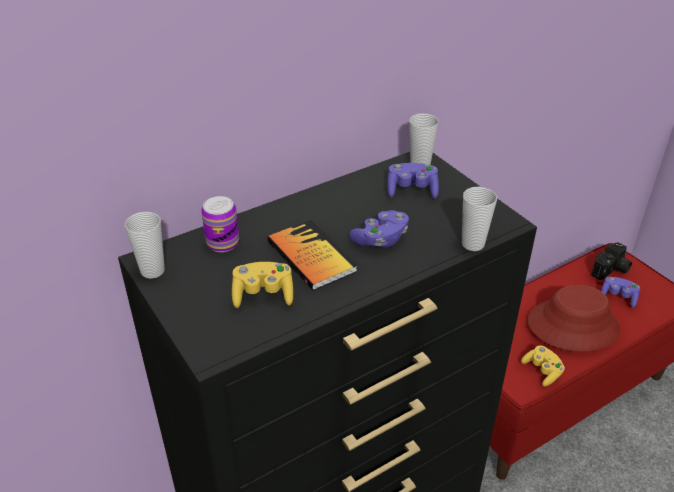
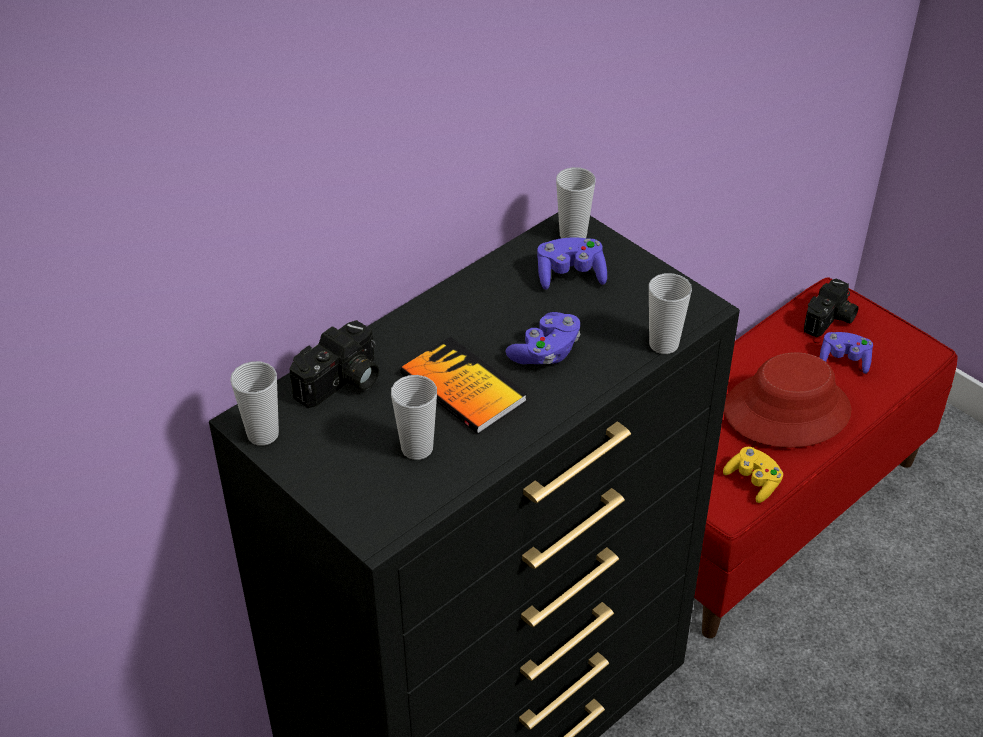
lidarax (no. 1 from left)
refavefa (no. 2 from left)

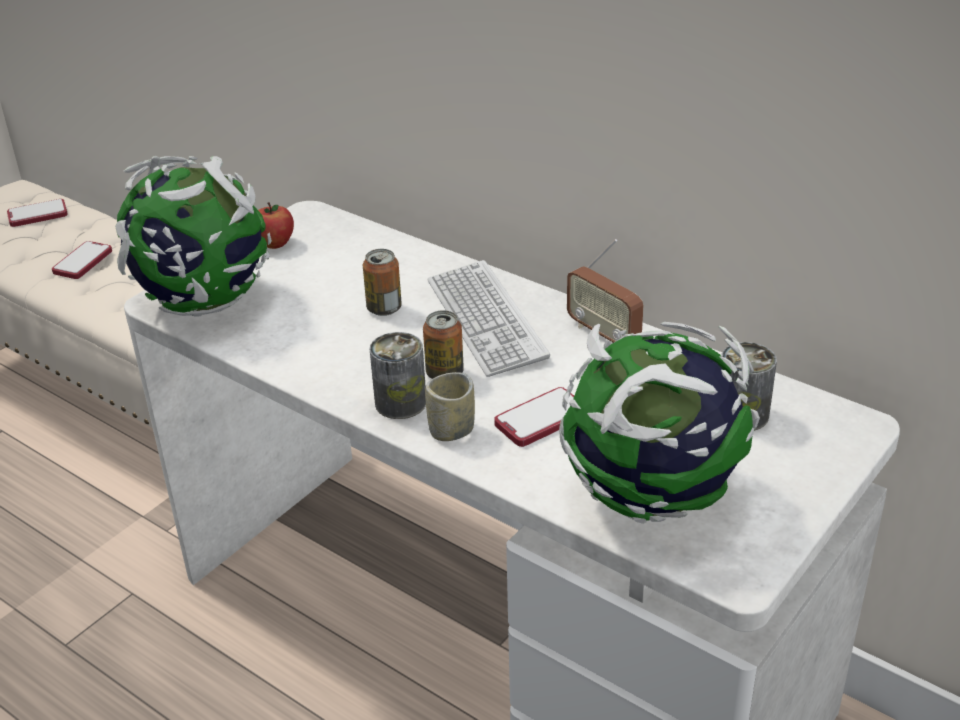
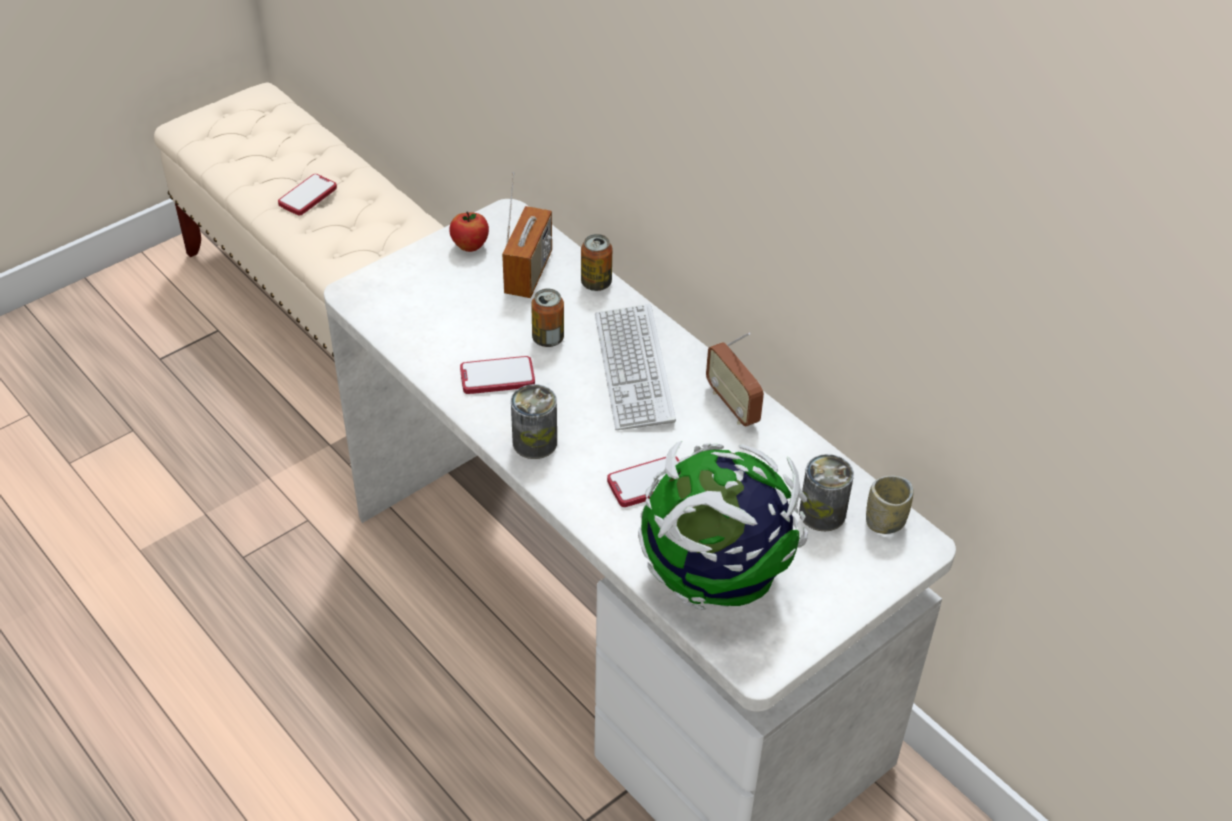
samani (no. 2 from left)
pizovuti (no. 1 from left)
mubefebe (no. 3 from left)
refavefa
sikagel (no. 1 from left in the first image)

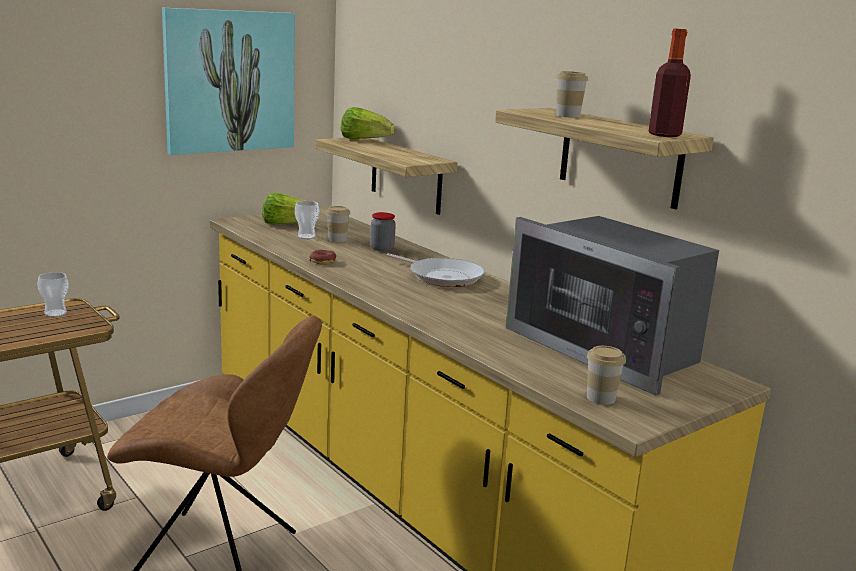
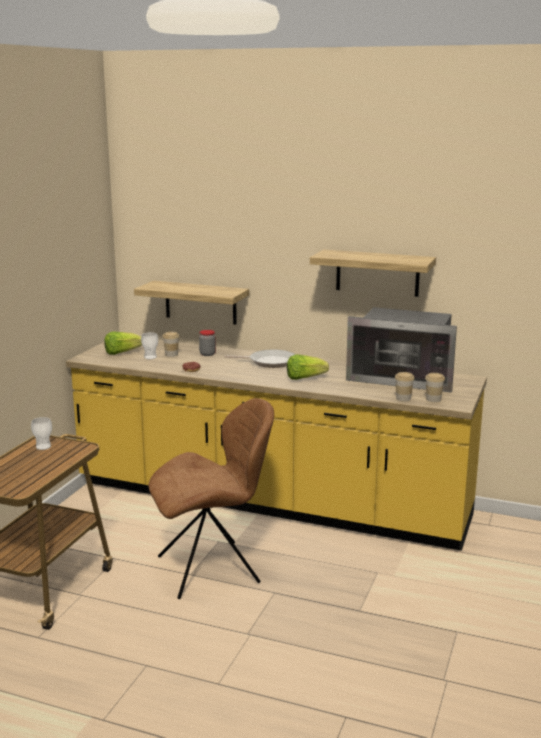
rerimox (no. 2 from left)
refavefa (no. 4 from left)
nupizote
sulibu

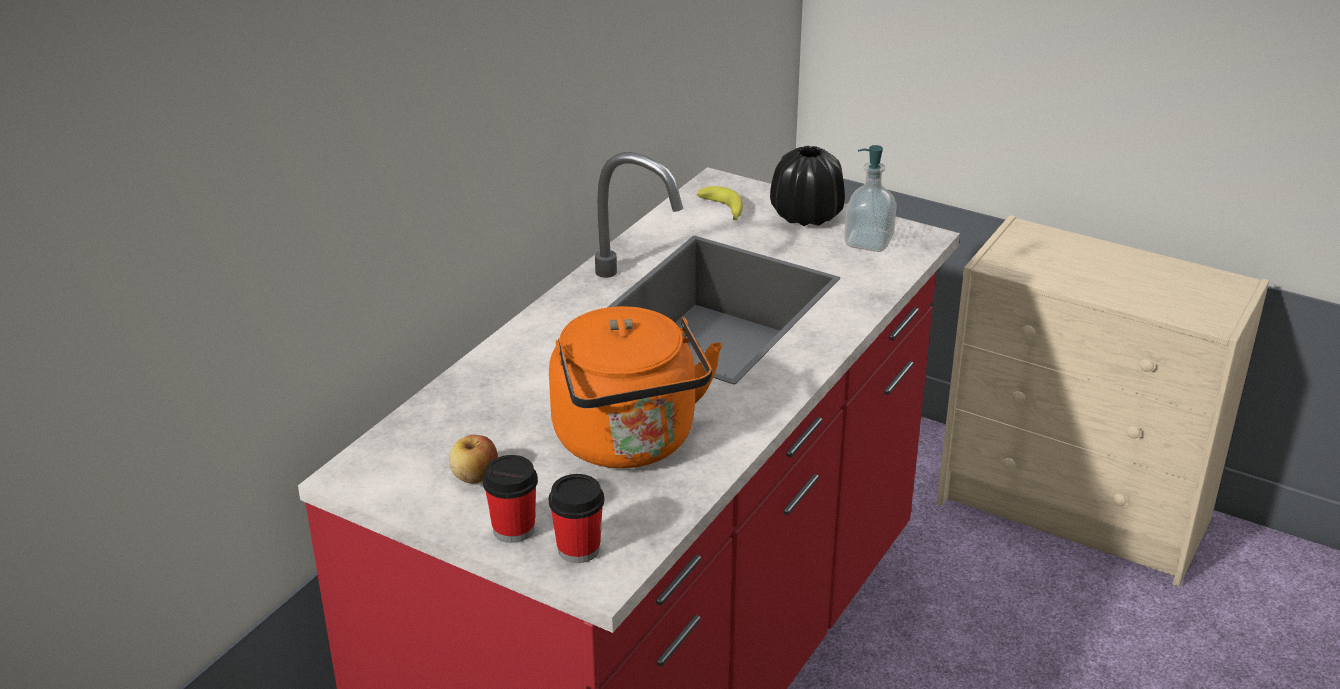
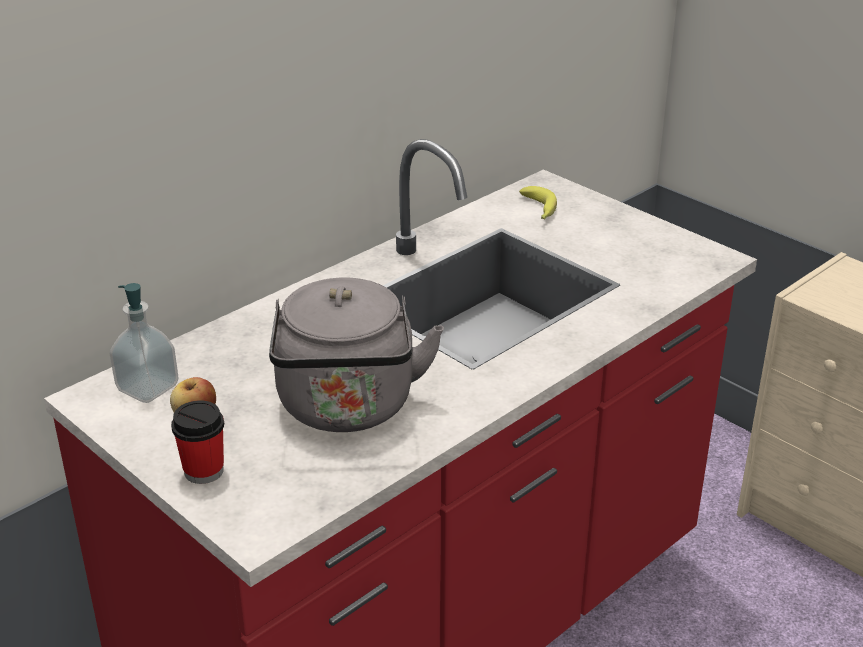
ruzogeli
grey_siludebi
refavefa (no. 2 from left in the first image)
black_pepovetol

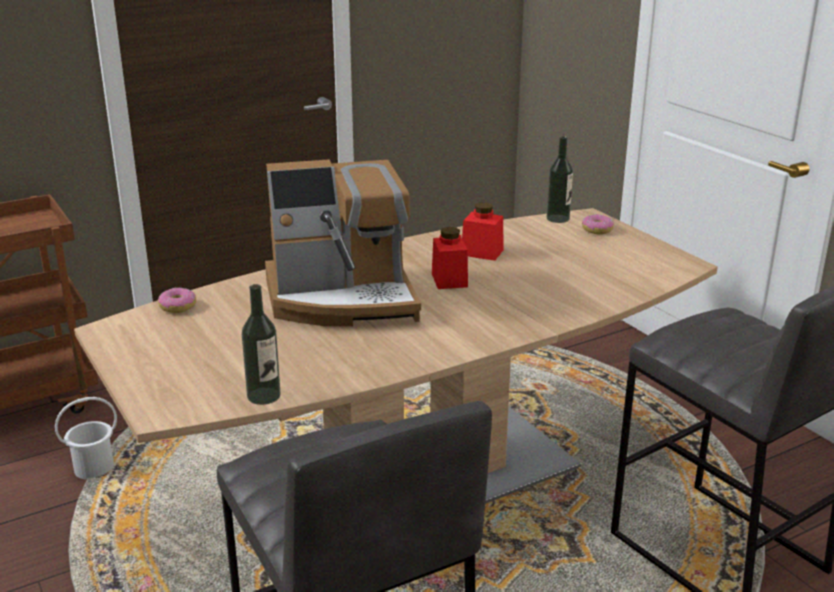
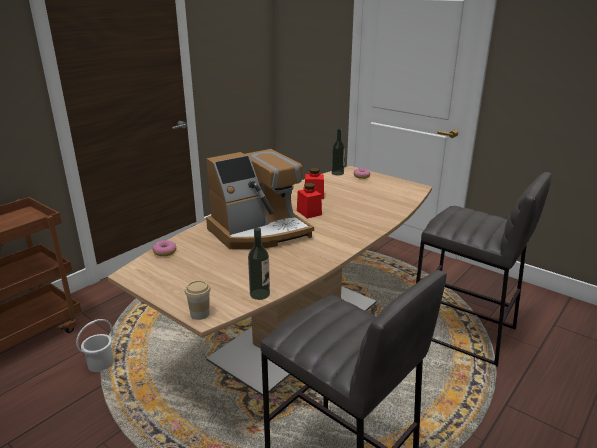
refavefa

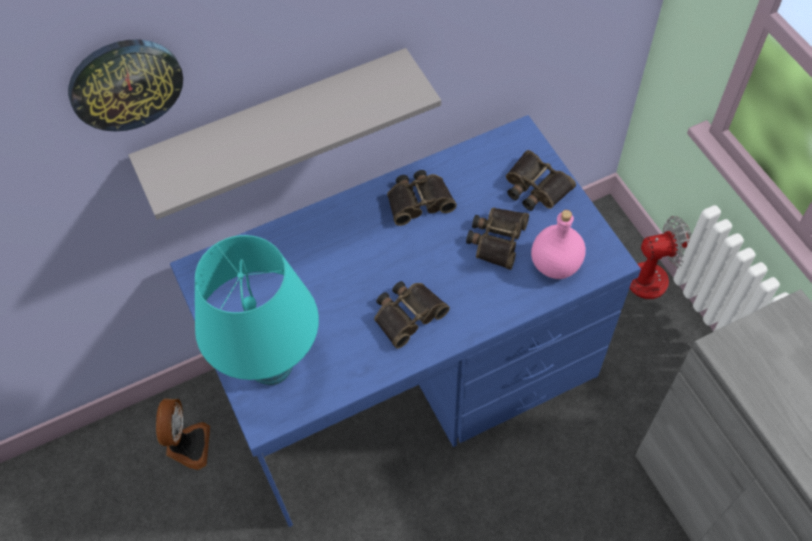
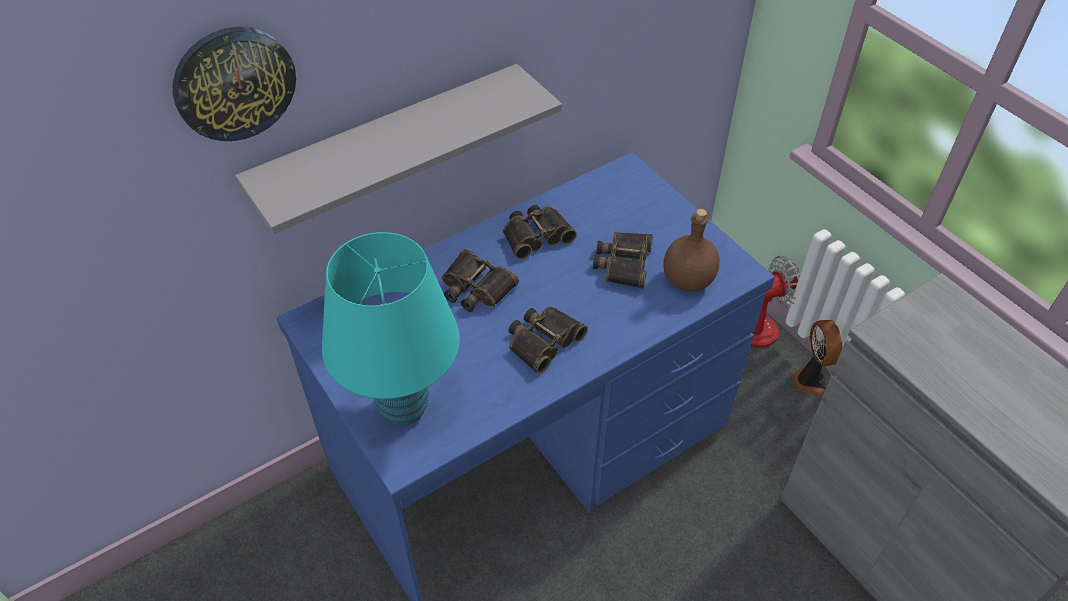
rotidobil (no. 1 from left)
brown_sulibu
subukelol (no. 2 from left)

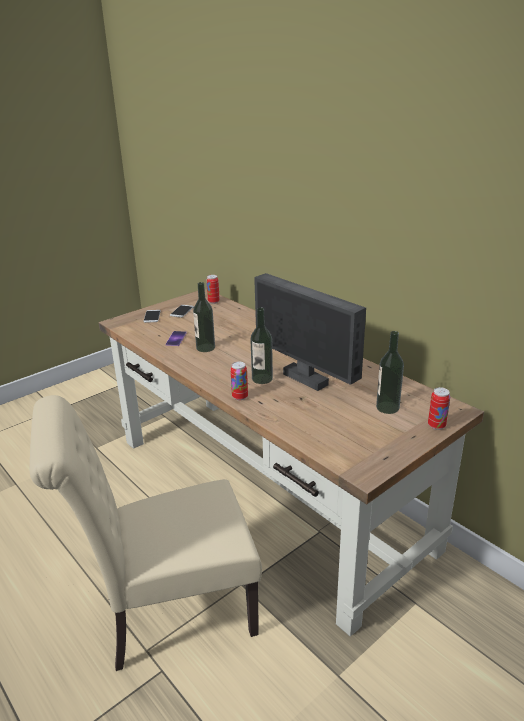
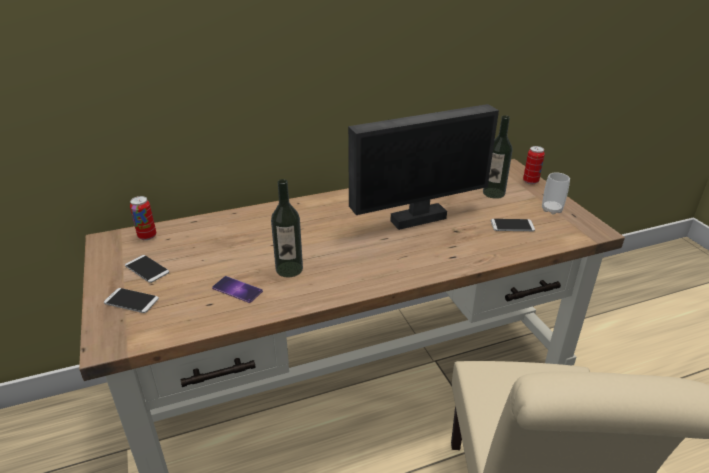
samani (no. 4 from left)
refavefa
mubefebe (no. 2 from left in the first image)
sulibu (no. 2 from left in the first image)

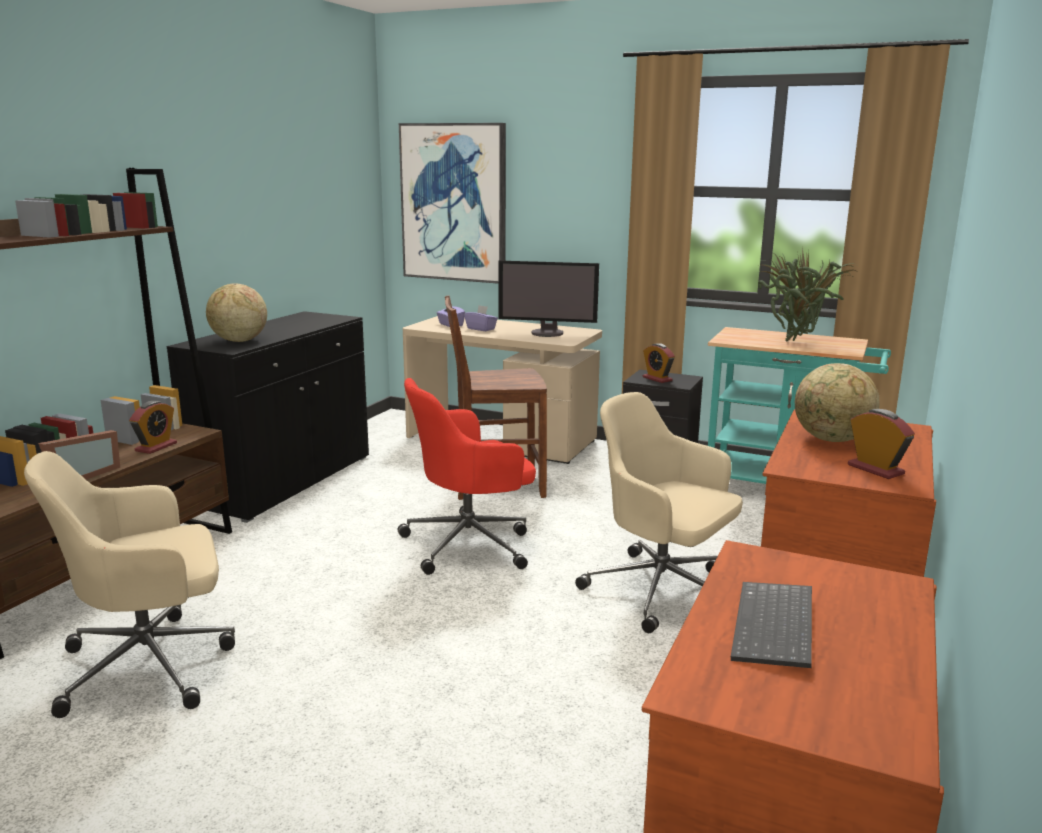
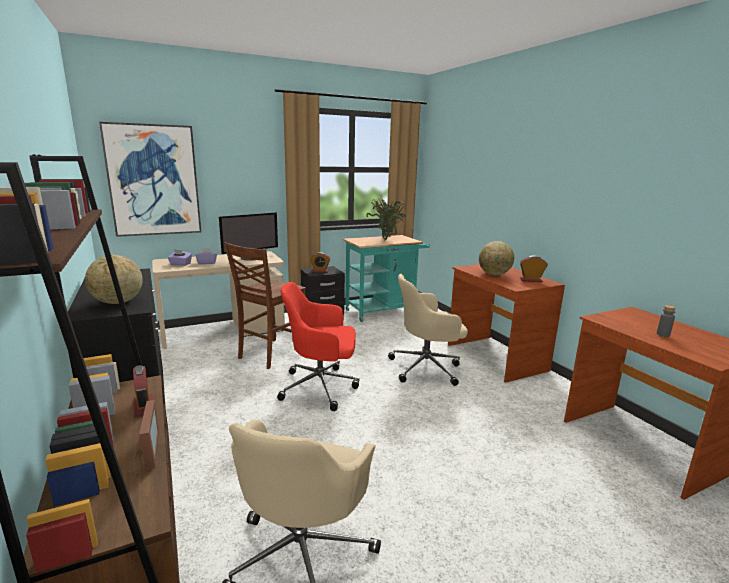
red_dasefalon
grey_sulibu

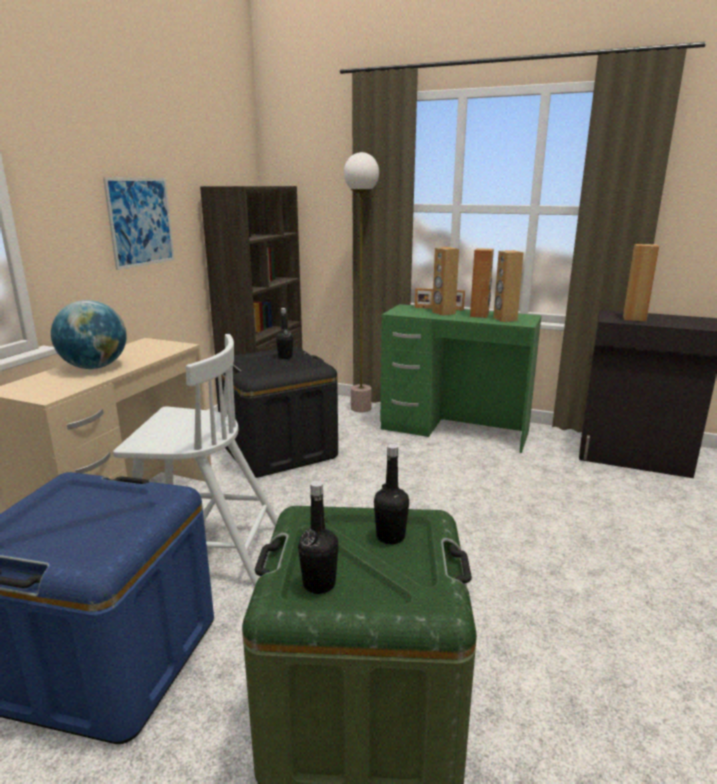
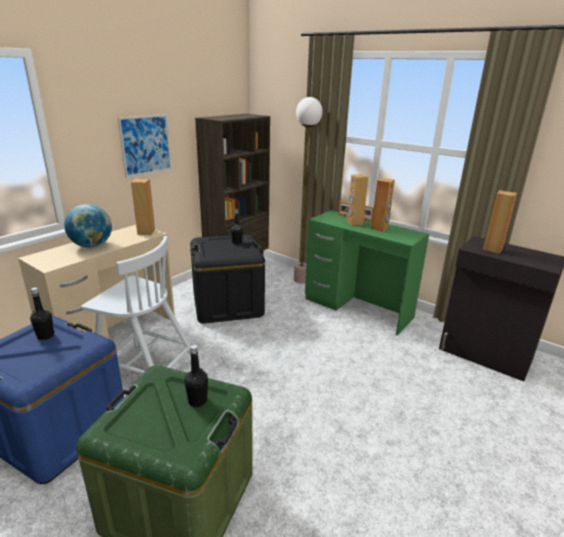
black_sulibu (no. 1 from left)
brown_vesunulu (no. 1 from left)

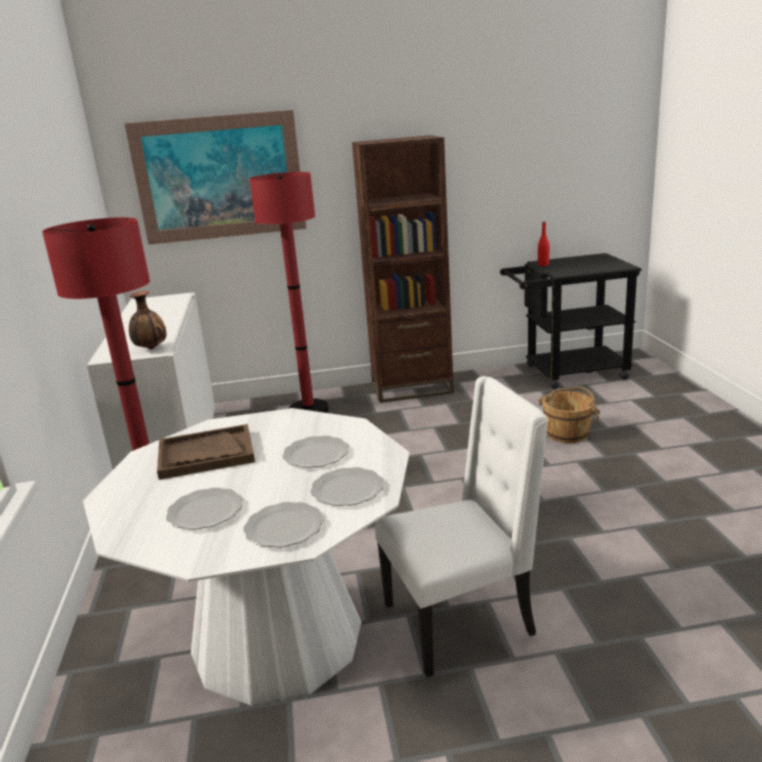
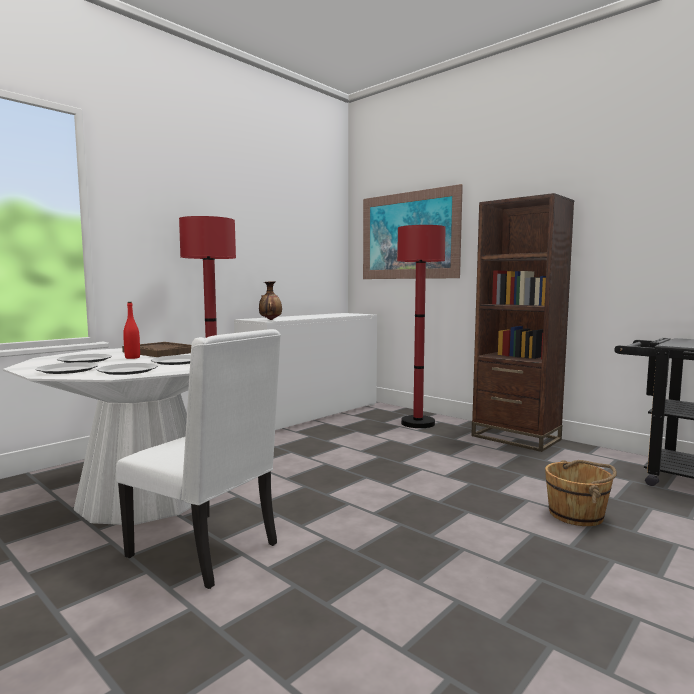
red_sulibu

